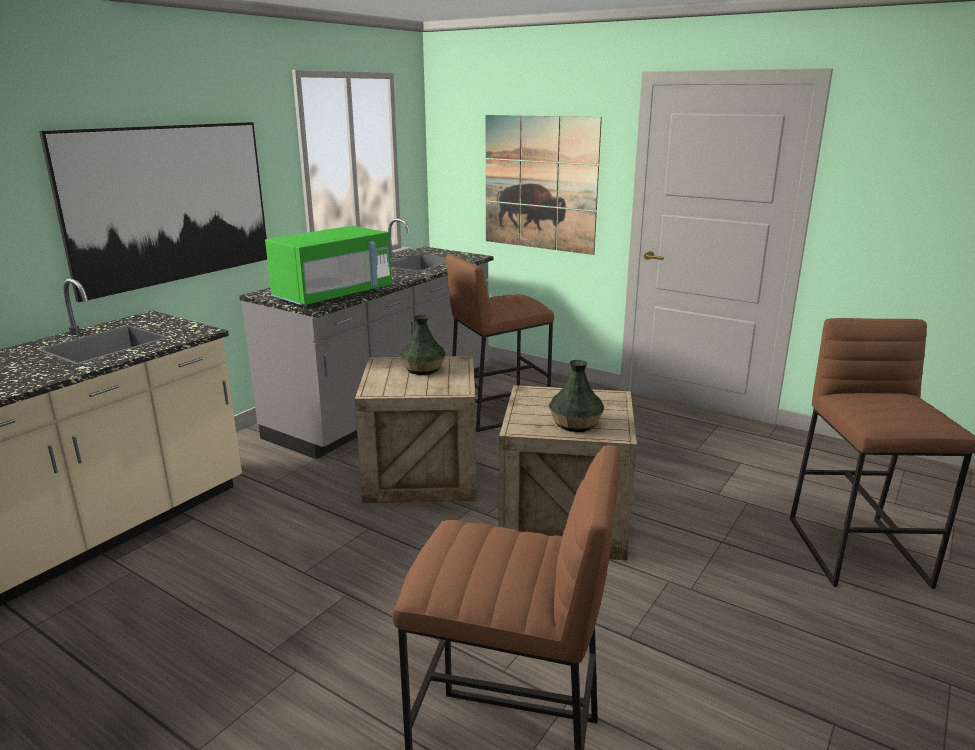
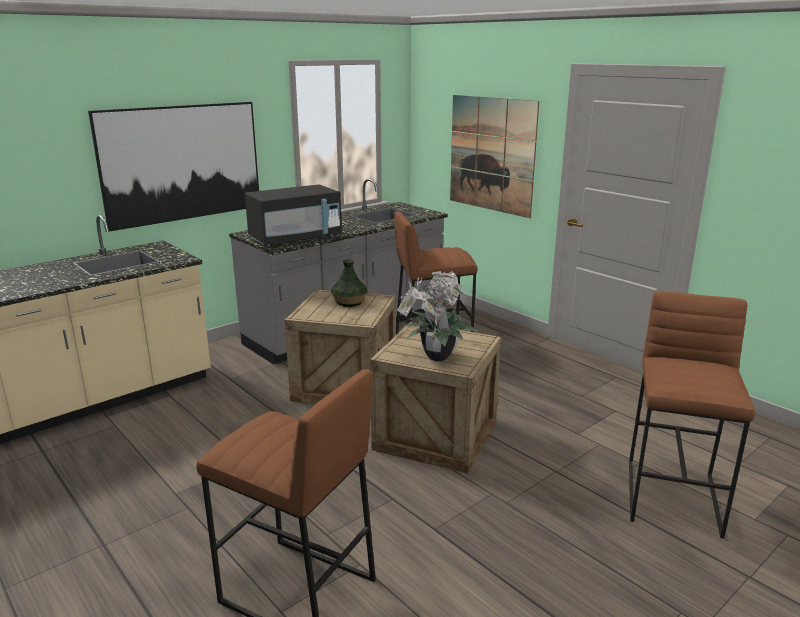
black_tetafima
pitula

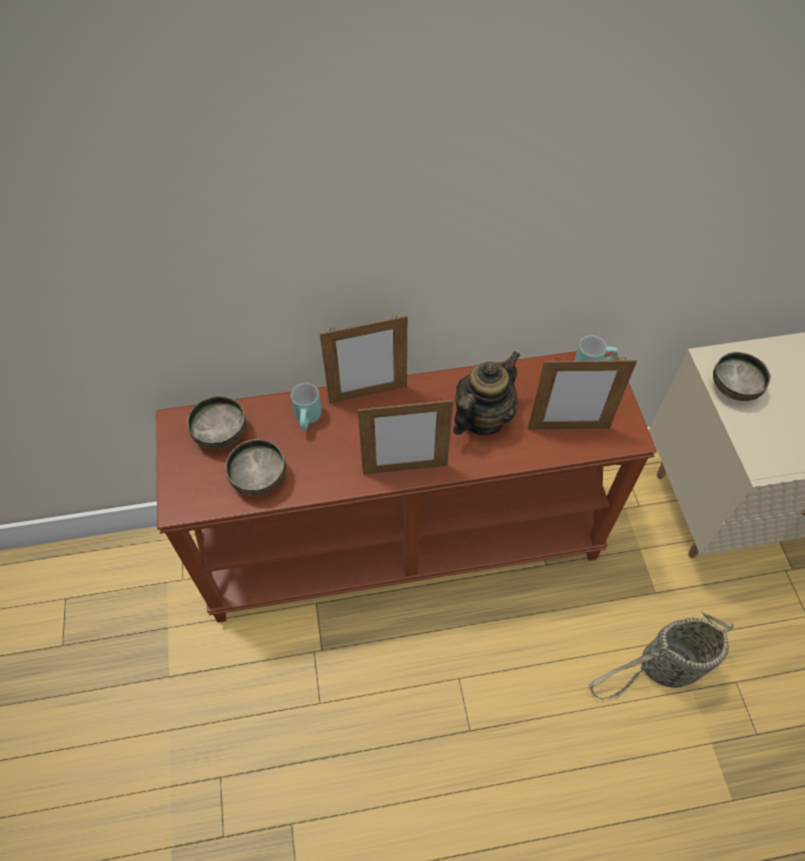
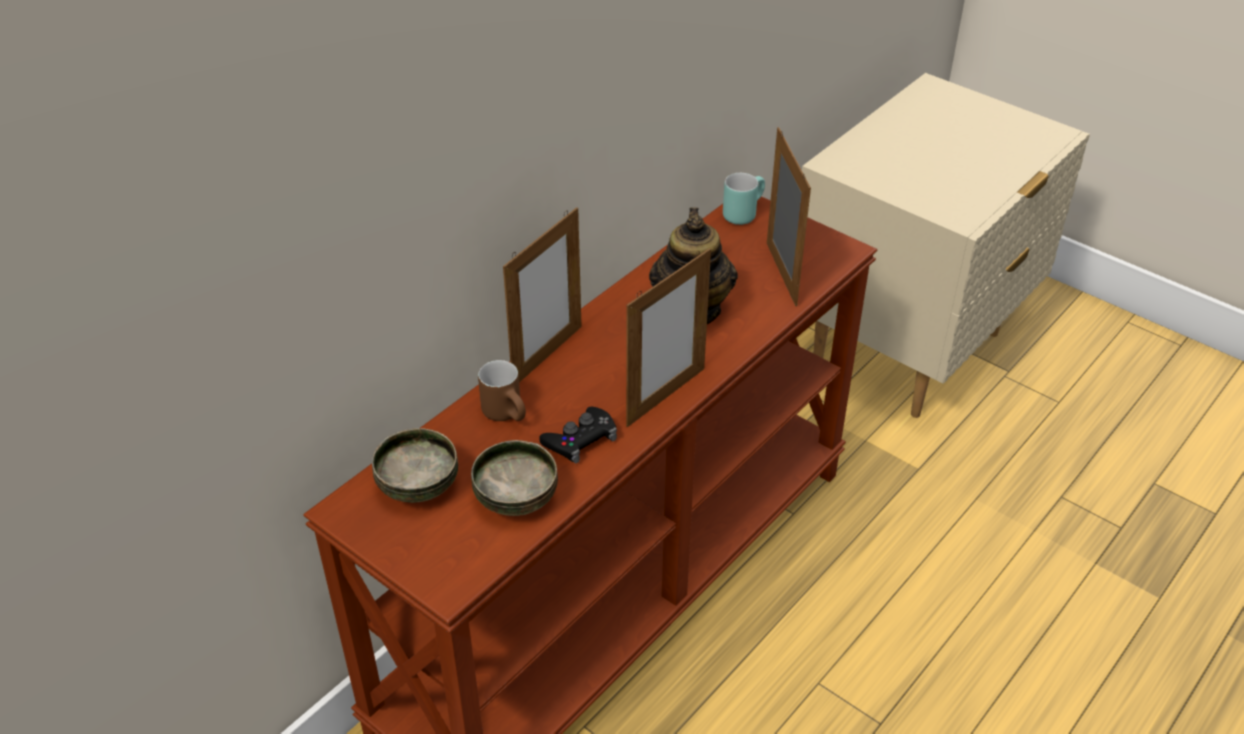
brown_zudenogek
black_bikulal
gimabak (no. 3 from left)
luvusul
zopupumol (no. 3 from left in the first image)

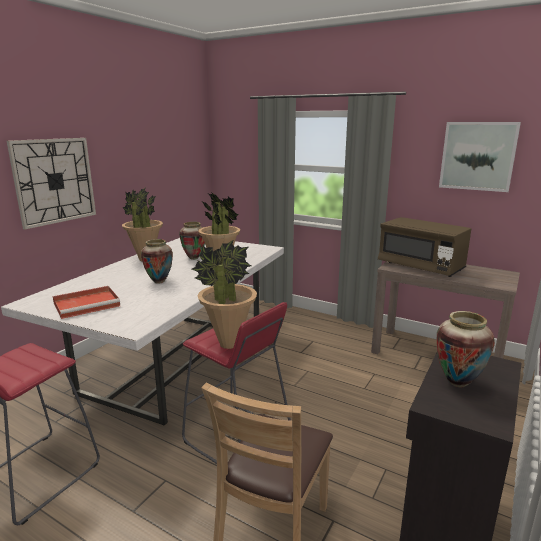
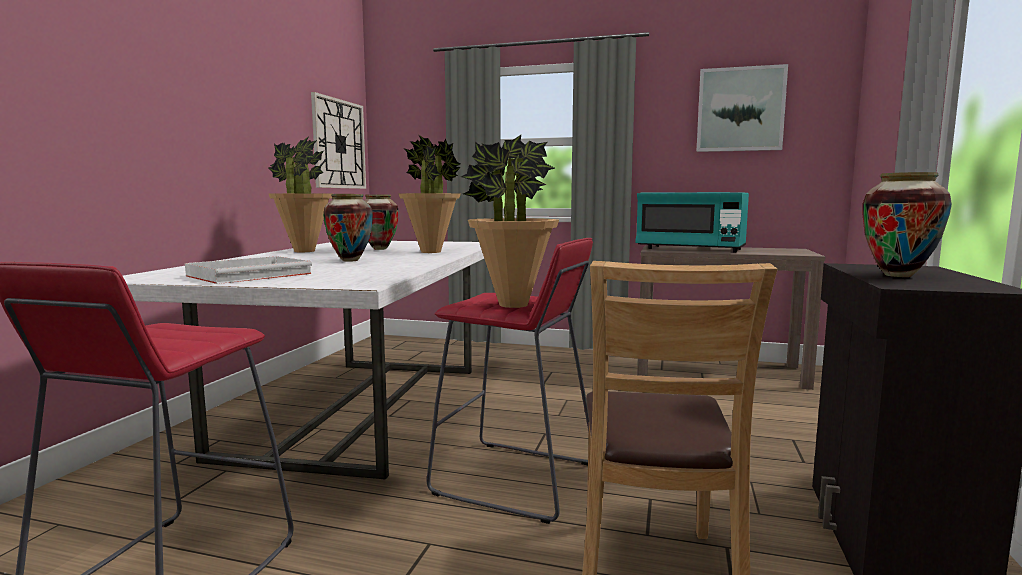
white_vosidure
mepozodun
turquoise_tetafima

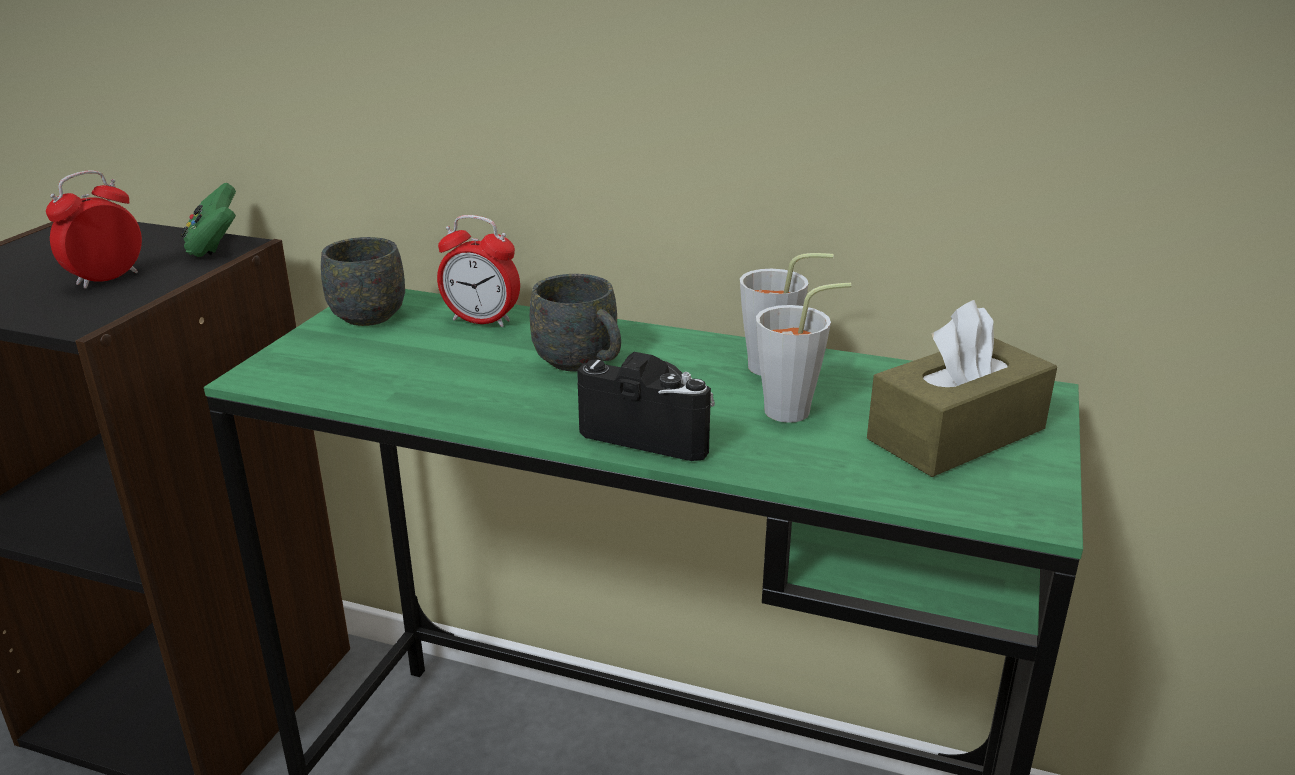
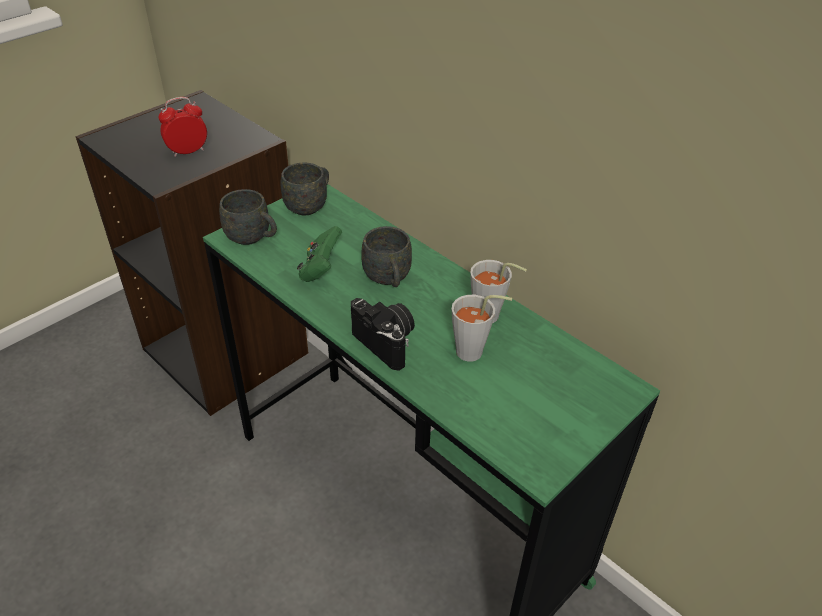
grey_zudenogek (no. 1 from left)
green_bikulal
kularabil (no. 2 from left in the first image)
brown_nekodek

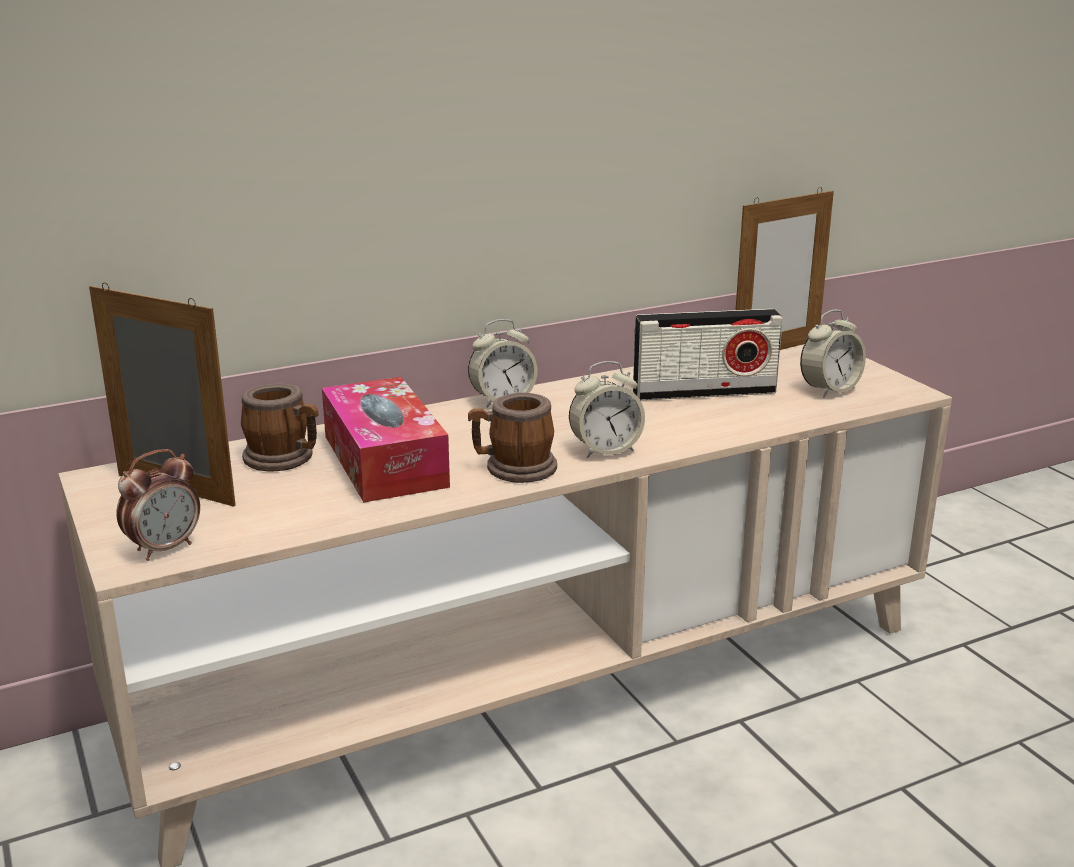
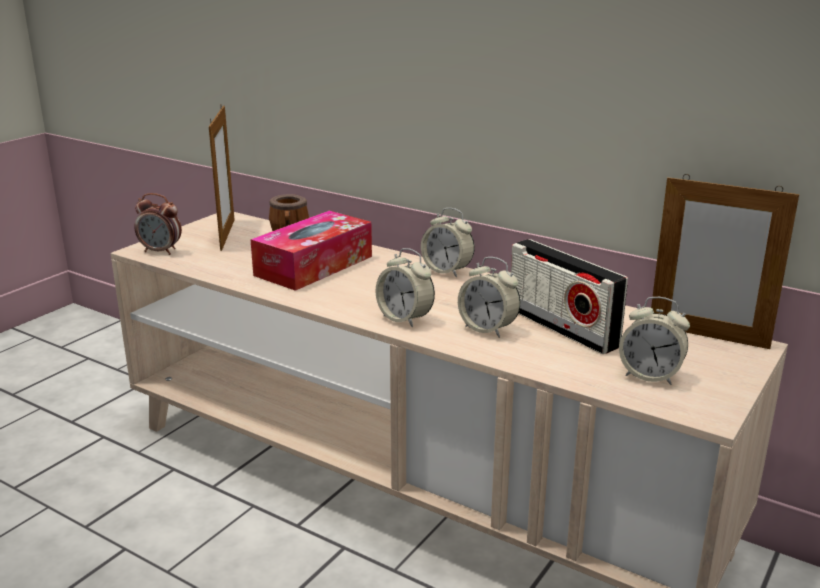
kularabil (no. 4 from left)
zudenogek (no. 2 from left in the first image)

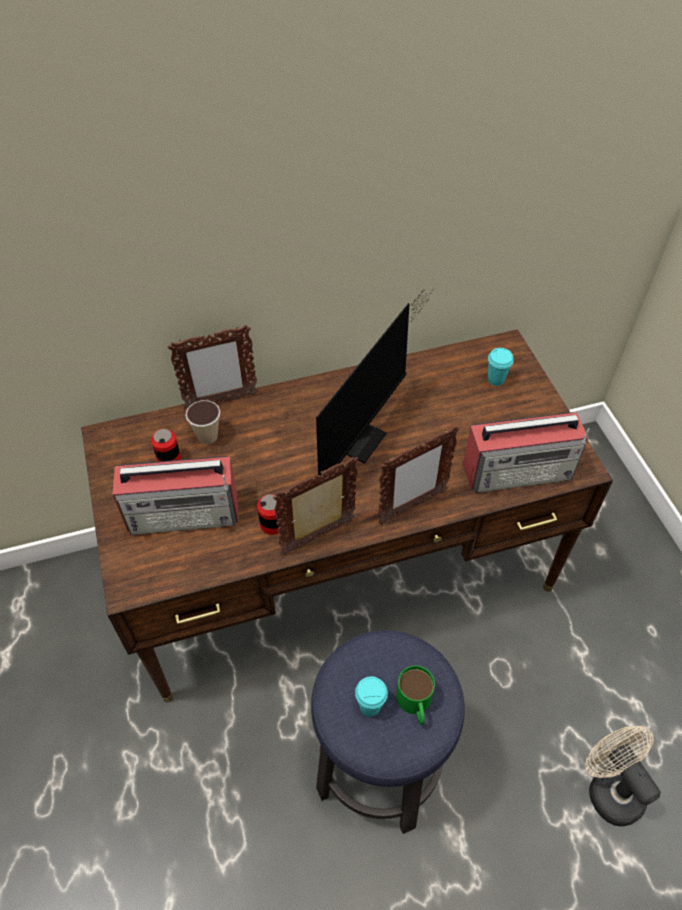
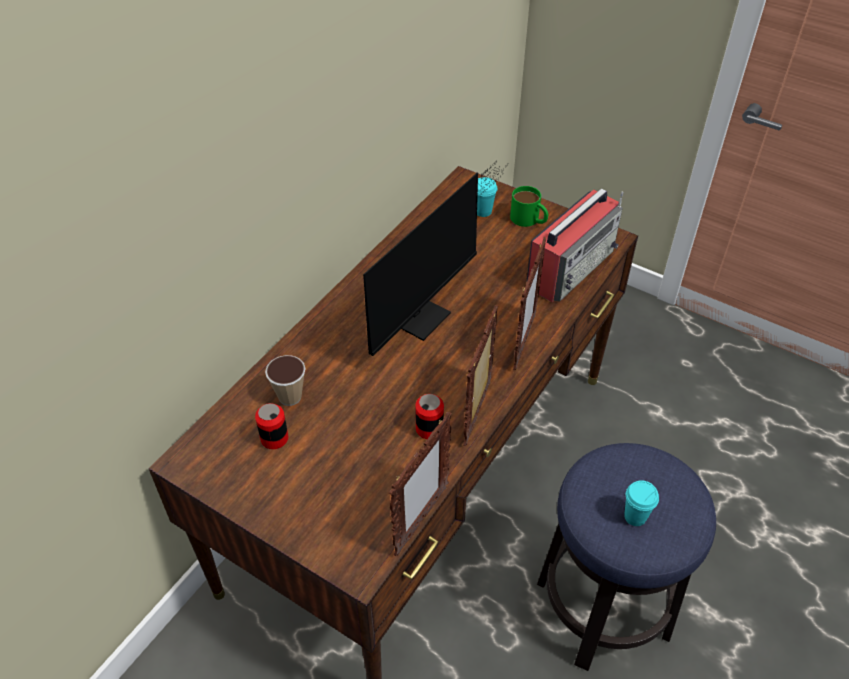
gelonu
gimabak (no. 1 from left)
green_zudenogek
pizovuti (no. 1 from left in the first image)
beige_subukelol

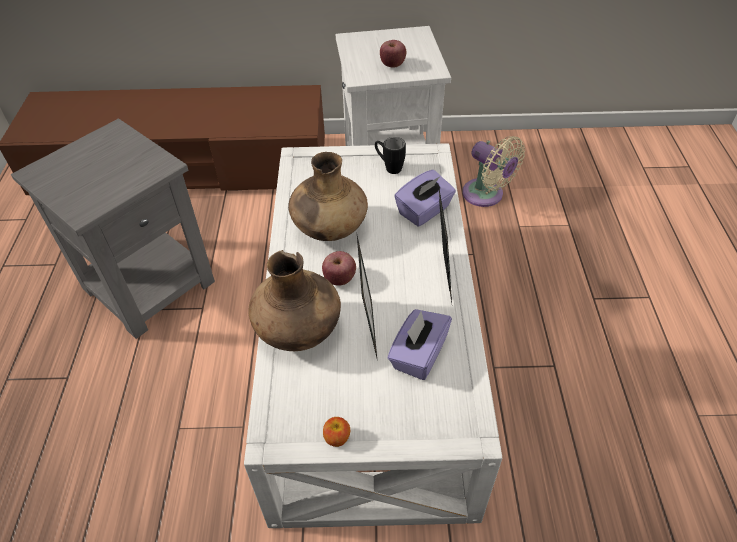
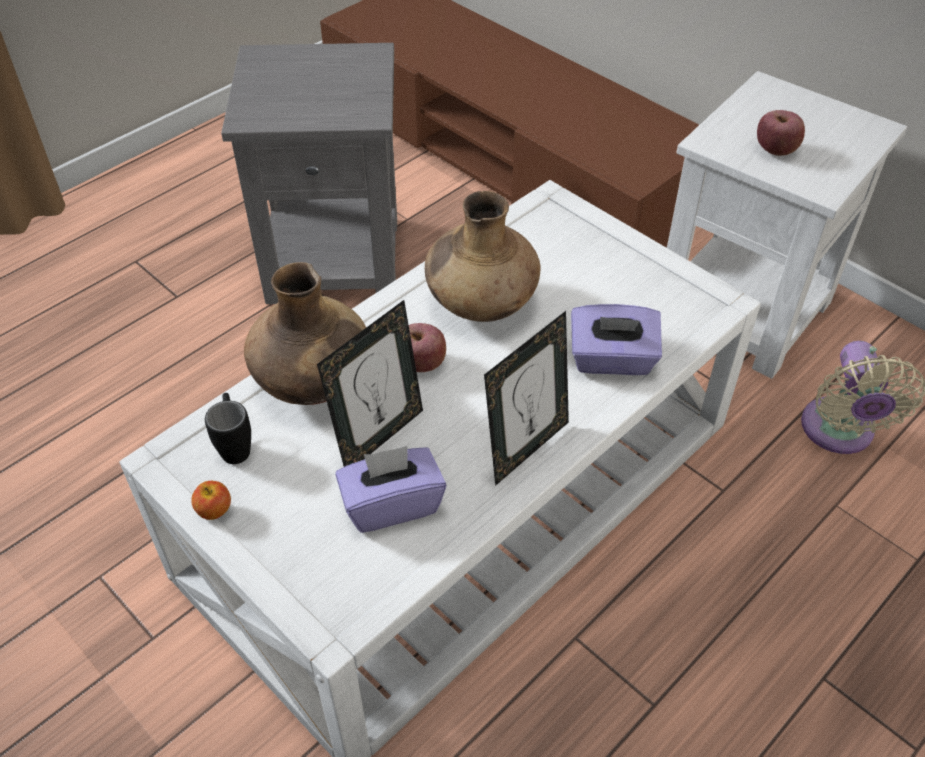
black_zudenogek

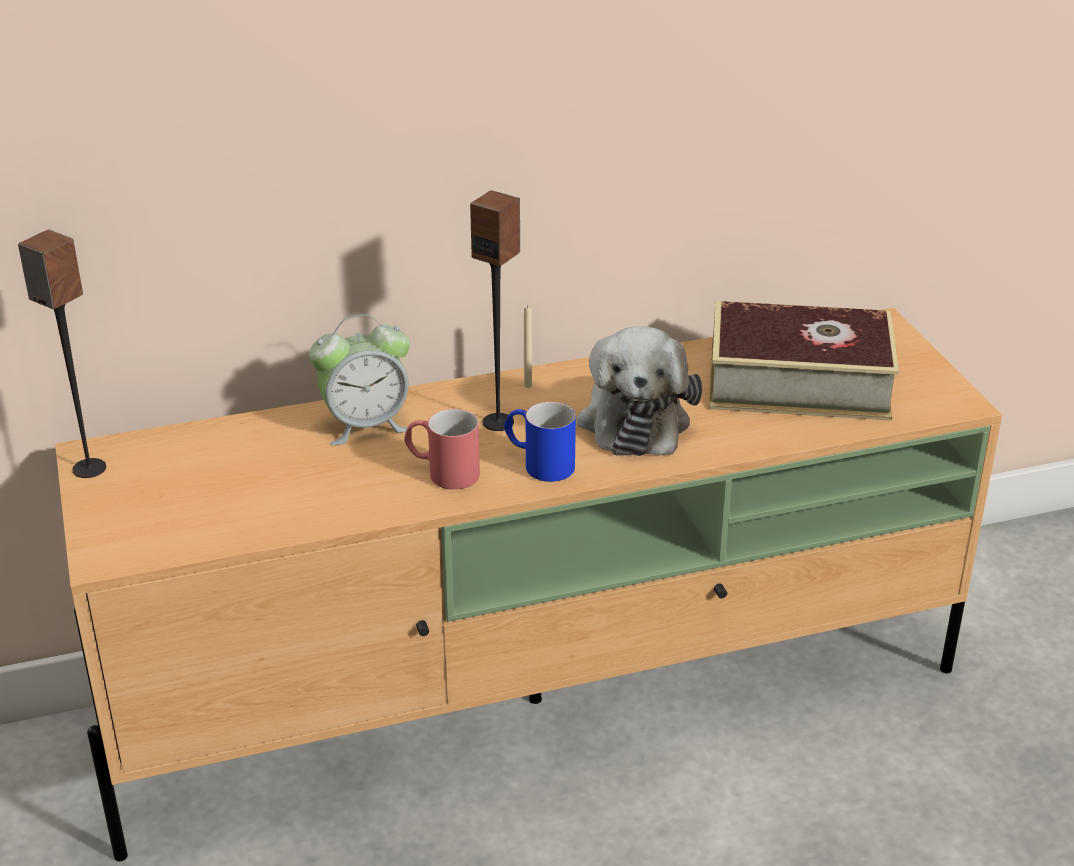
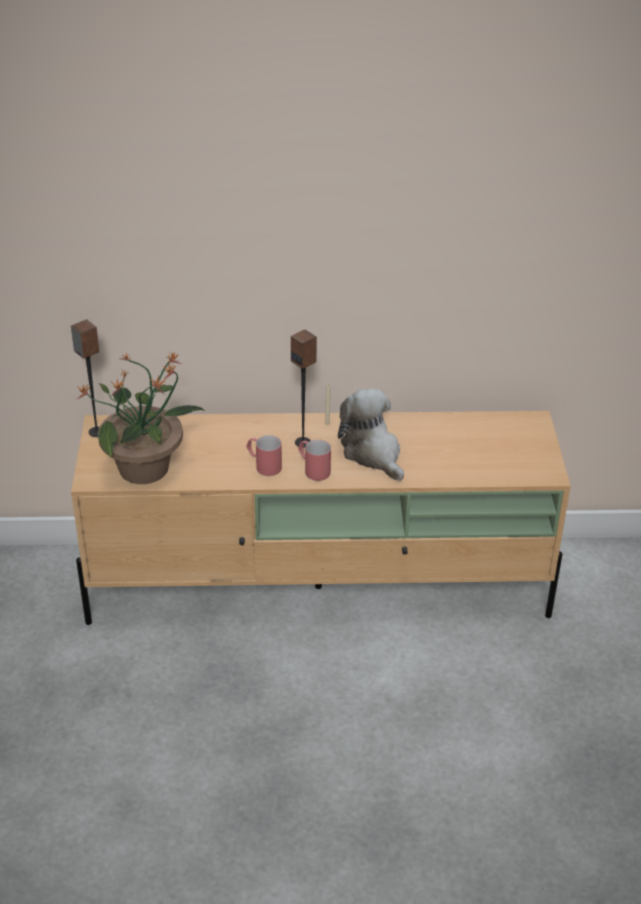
pitula
red_zudenogek (no. 2 from left)
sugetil
kularabil
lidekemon

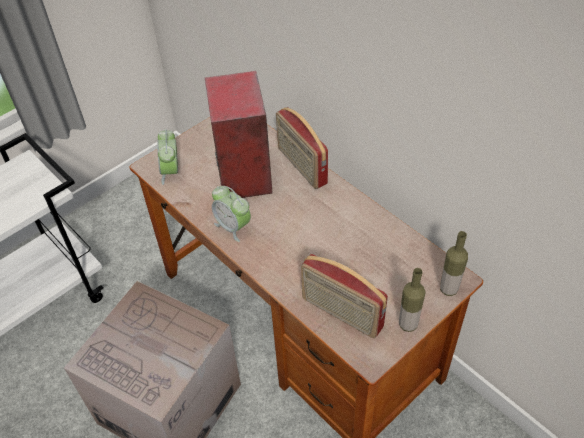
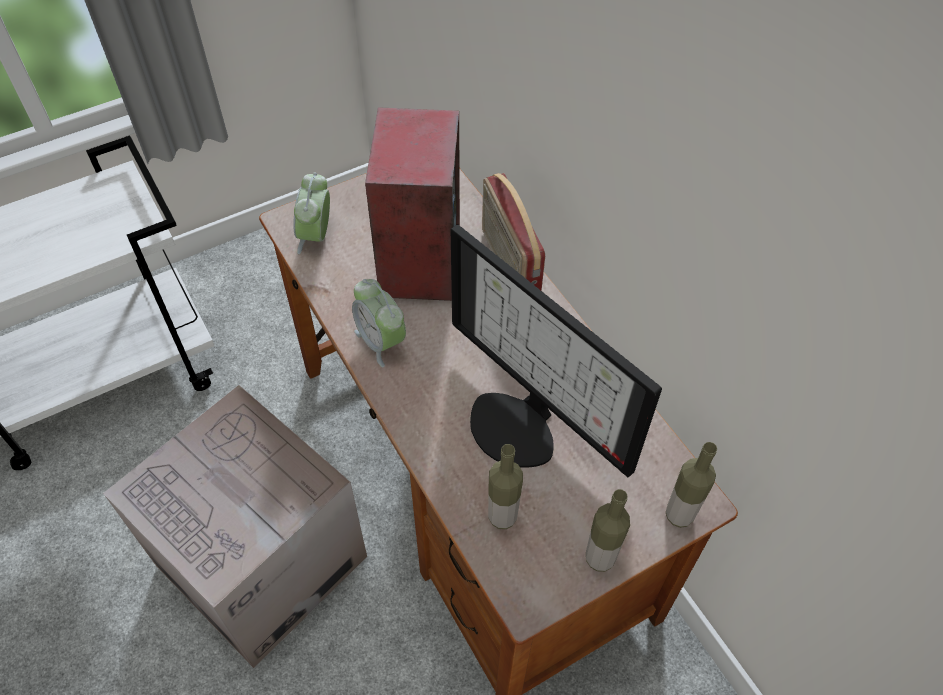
gelonu
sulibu (no. 1 from left)

